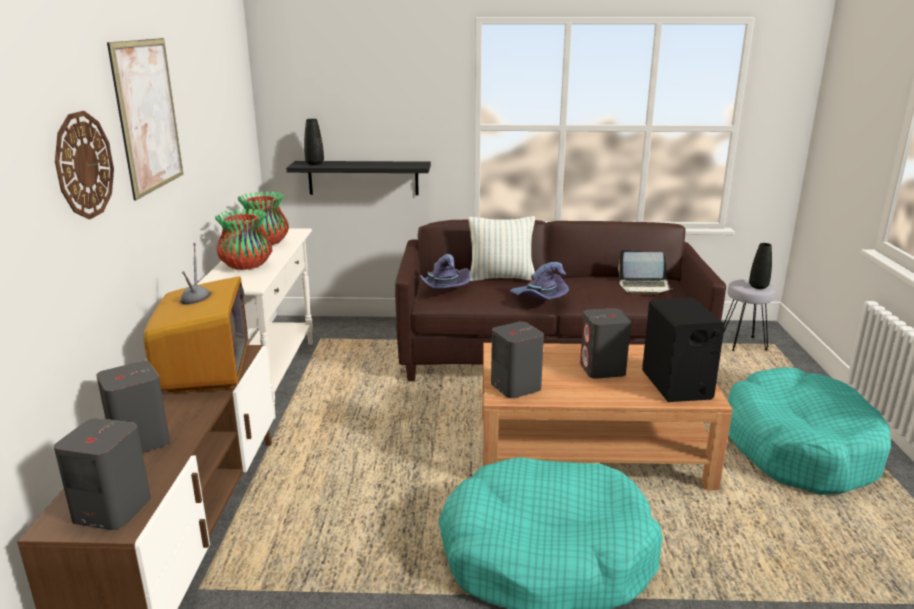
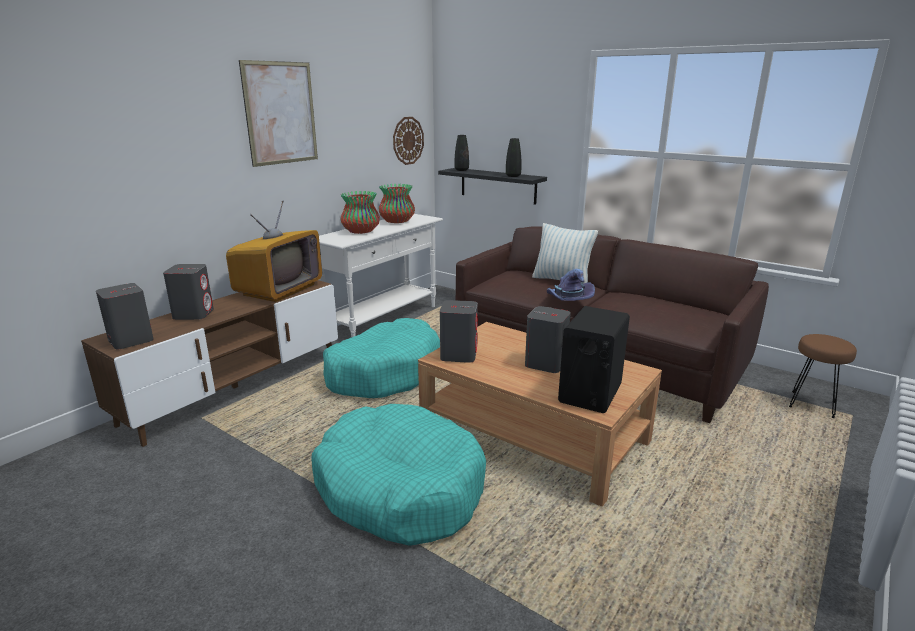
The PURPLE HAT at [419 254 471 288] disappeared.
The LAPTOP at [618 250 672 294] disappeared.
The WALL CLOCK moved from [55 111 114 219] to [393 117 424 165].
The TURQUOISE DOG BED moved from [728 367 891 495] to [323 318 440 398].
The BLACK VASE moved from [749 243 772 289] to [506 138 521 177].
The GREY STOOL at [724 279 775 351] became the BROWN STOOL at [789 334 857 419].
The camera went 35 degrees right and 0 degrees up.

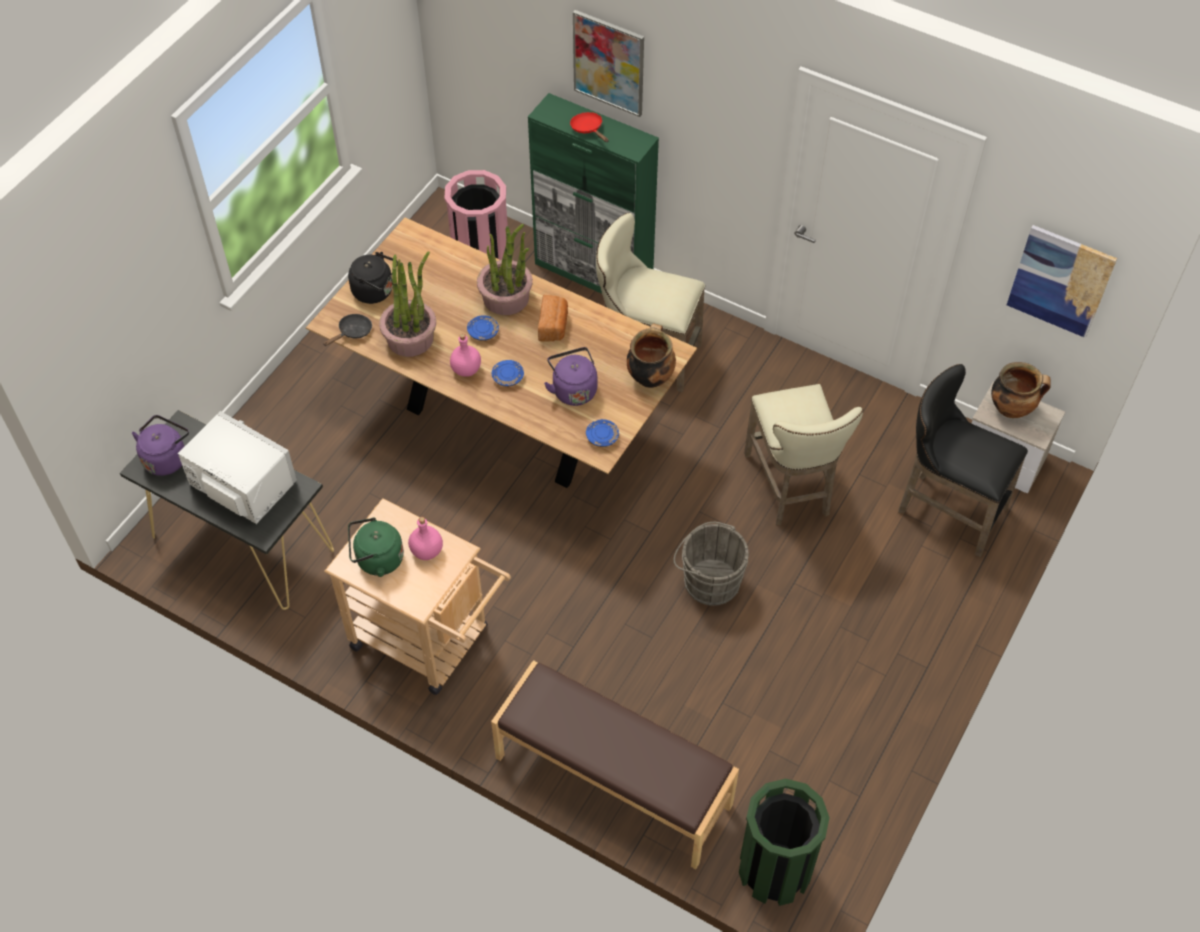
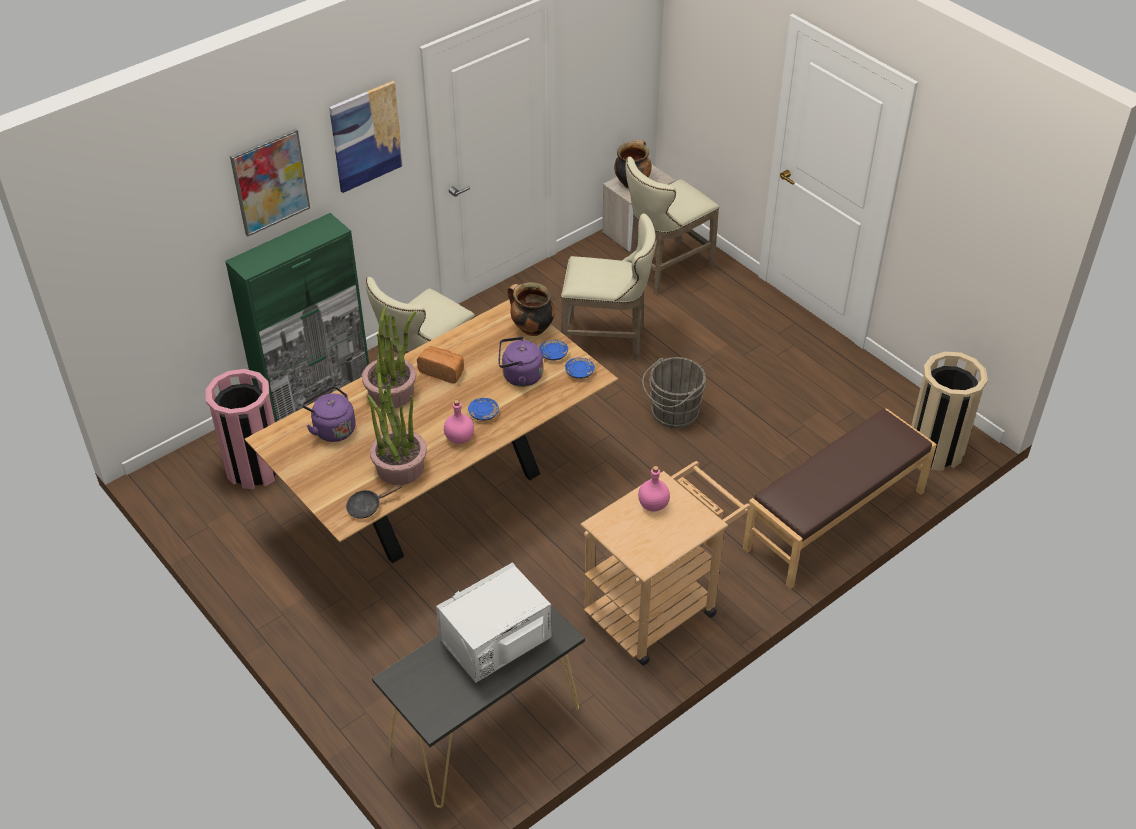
The BLACK KETTLE at [348 252 398 304] disappeared.
The GREEN KETTLE at [348 517 404 577] disappeared.
The RED FRYING PAN at [570 112 609 142] disappeared.
The PURPLE KETTLE moved from [132 415 189 476] to [302 386 356 442].
The BLUE PLATE moved from [467 316 499 341] to [539 340 568 361].
The PICTURE moved from [1007 225 1117 338] to [329 81 403 193].
The GREEN TRASH CAN at [739 778 830 906] became the BEIGE TRASH CAN at [911 352 988 471].
The BLACK STOOL at [898 364 1028 557] became the BEIGE STOOL at [626 157 719 295].
The BLACK FRYING PAN at [323 314 372 346] turned 90 degrees counterclockwise.
The camera went 70 degrees left and 10 degrees down.

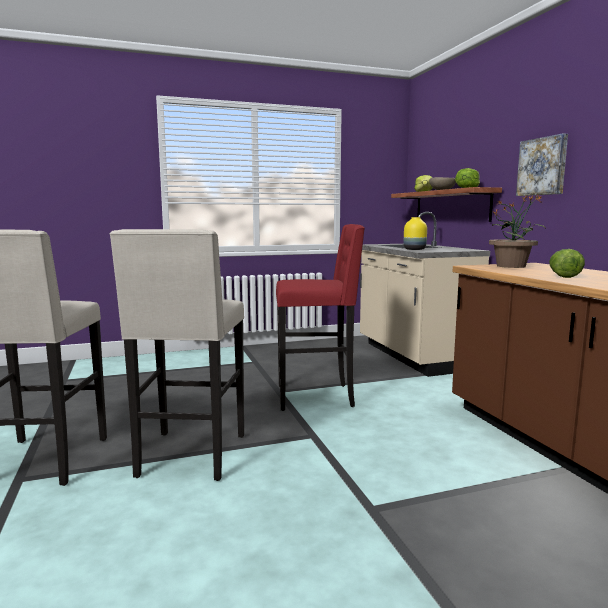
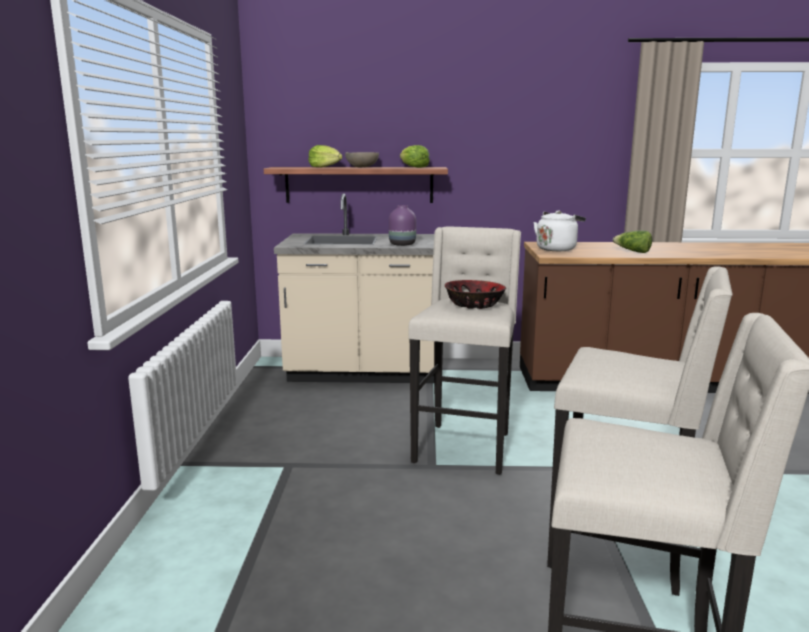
The PICTURE at [516 133 568 196] disappeared.
The BOWL at [445 280 506 309] appeared.
The POTTED PLANT at [489 194 547 268] was replaced by the WHITE KETTLE at [533 210 586 251].
The RED STOOL at [276 224 365 411] became the BEIGE STOOL at [408 226 521 475].
The YELLOW VASE at [404 217 427 250] became the PURPLE VASE at [389 205 416 246].
The camera went 70 degrees left and 5 degrees up.

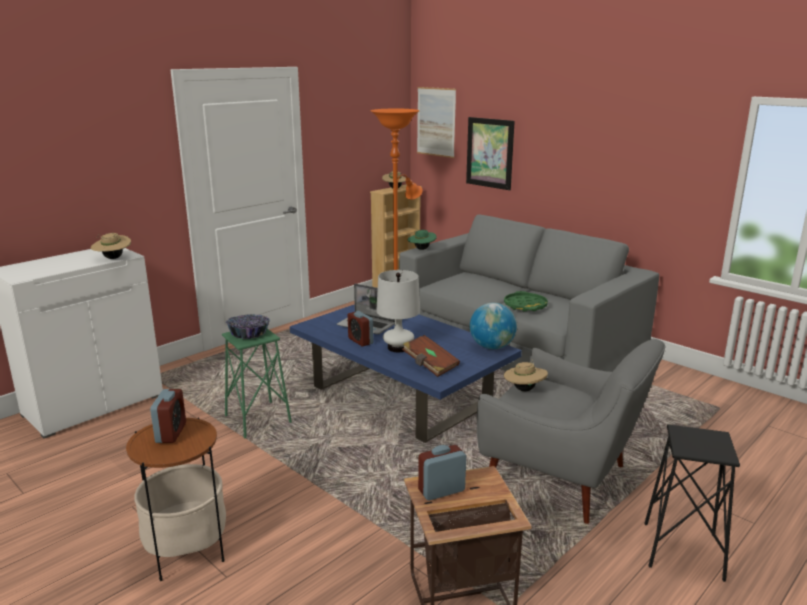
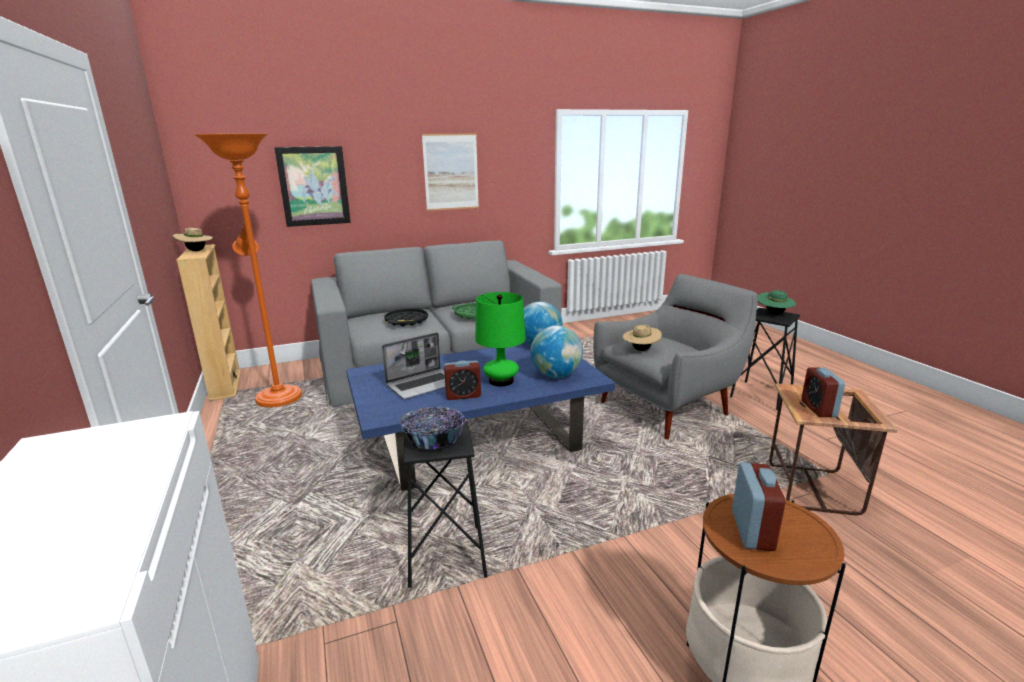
The BEIGE HAT at [91 233 131 259] disappeared.
The BLACK TRAY at [384 308 428 326] appeared.
The GREEN HAT moved from [408 229 437 250] to [758 290 796 315].
The PICTURE moved from [417 87 456 158] to [422 133 479 211].
The BROWN BOOK at [402 335 460 377] was replaced by the GLOBE at [530 326 583 378].
The GREEN STOOL at [222 329 292 438] became the BLACK STOOL at [404 421 488 588].
The WHITE TABLE LAMP at [376 270 420 352] became the GREEN TABLE LAMP at [475 292 526 386].
The ALARM CLOCK at [150 389 186 443] turned 75 degrees clockwise.
The camera went 65 degrees left and 0 degrees up.

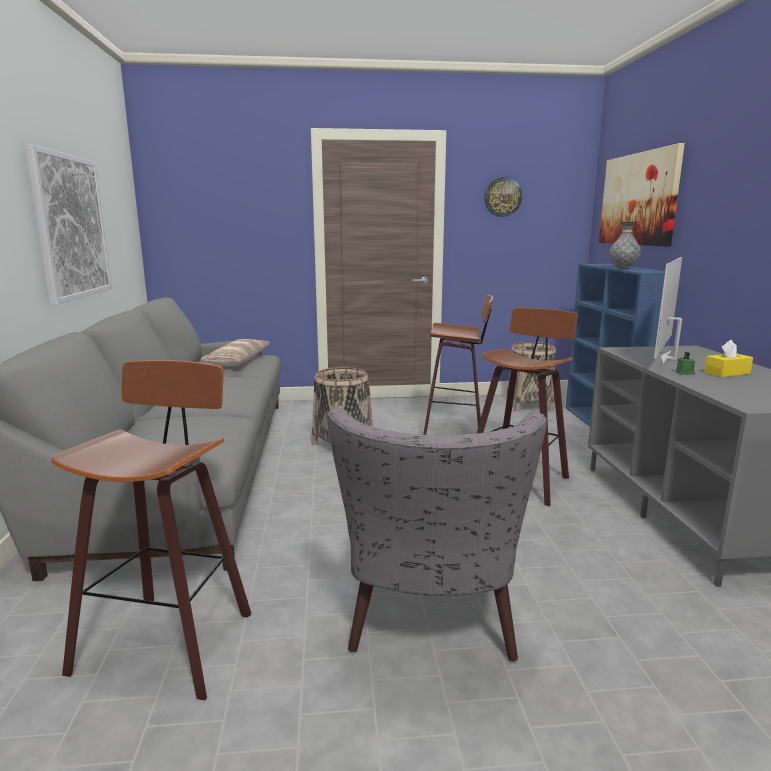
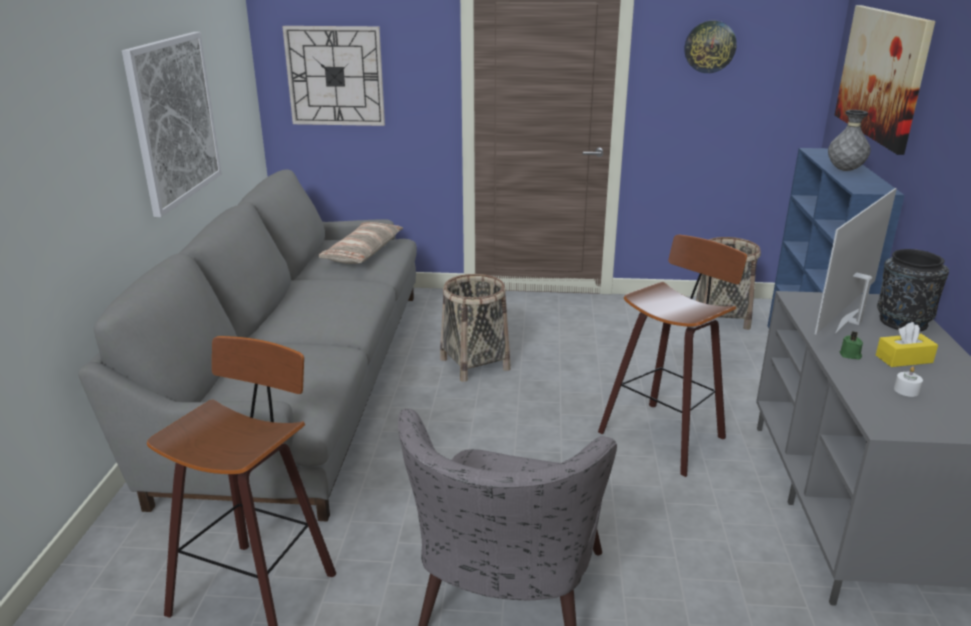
The STOOL at [423 295 493 435] disappeared.
The WALL CLOCK at [282 26 385 126] appeared.
The BLACK VASE at [877 249 949 332] appeared.
The WHITE CANDLE at [894 367 923 397] appeared.
The camera went 10 degrees right and 10 degrees up.

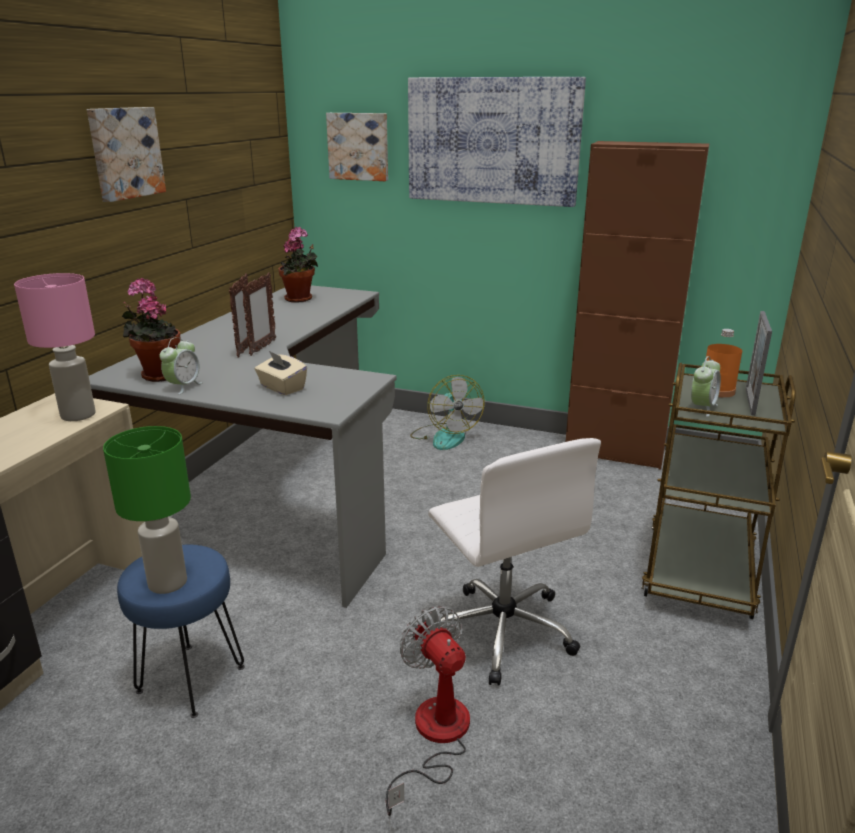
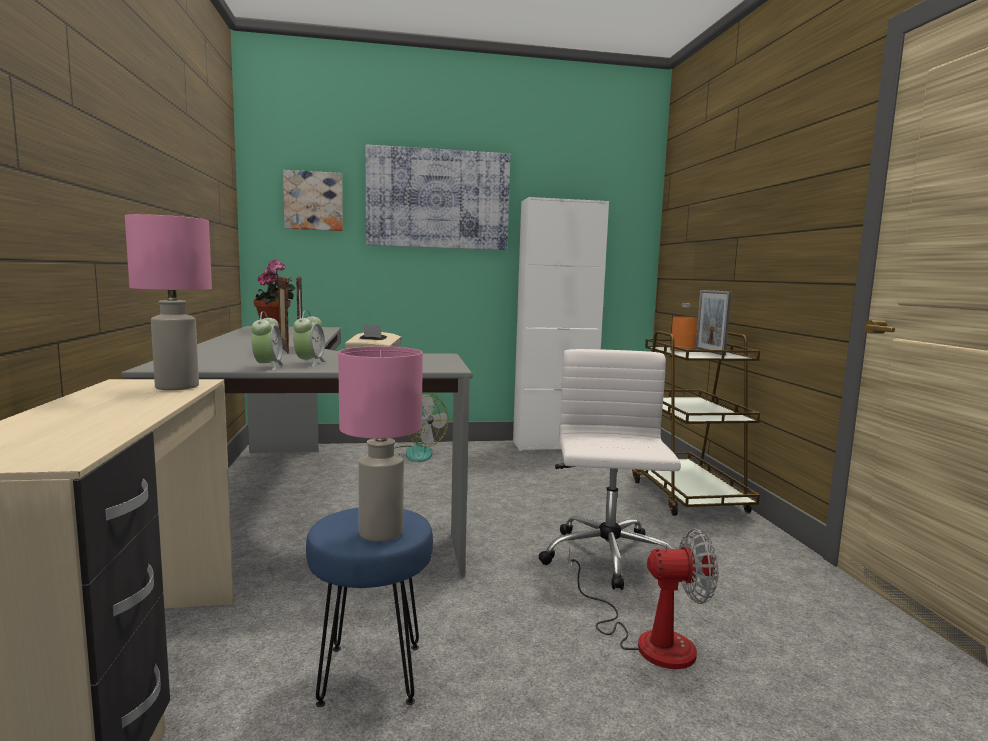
The PICTURE at [87 107 166 202] disappeared.
The POTTED PLANT at [122 278 181 382] disappeared.
The ALARM CLOCK moved from [691 356 721 417] to [293 310 326 366].
The GREEN TABLE LAMP at [103 426 191 594] became the PINK TABLE LAMP at [338 346 423 542].
The BROWN CABINET at [566 141 709 470] became the WHITE CABINET at [513 197 609 451].
The FAN at [386 606 470 817] turned 150 degrees clockwise.
The WHITE OFFICE CHAIR at [428 438 601 686] turned 120 degrees counterclockwise.
The camera went 30 degrees left and 15 degrees down.

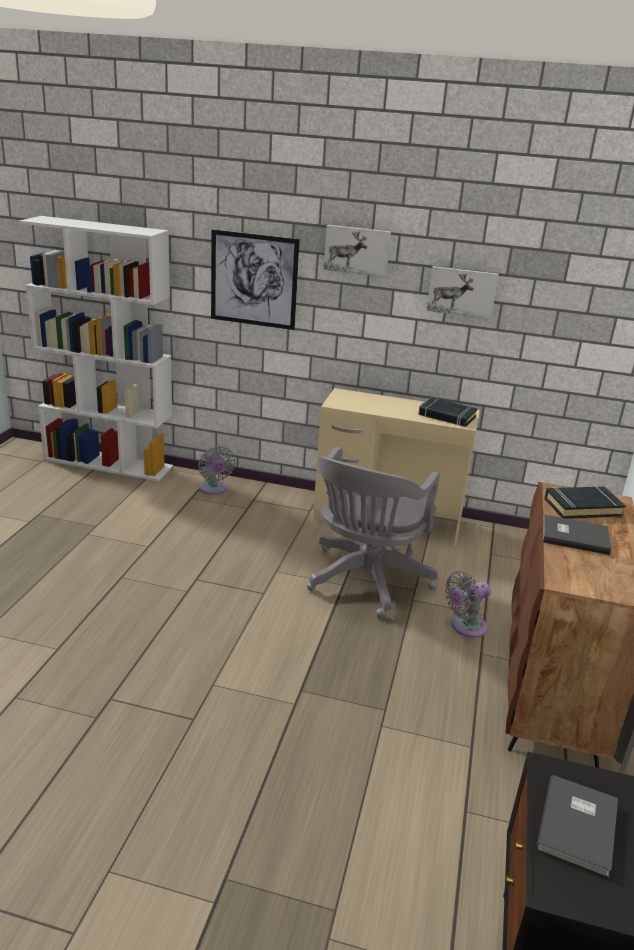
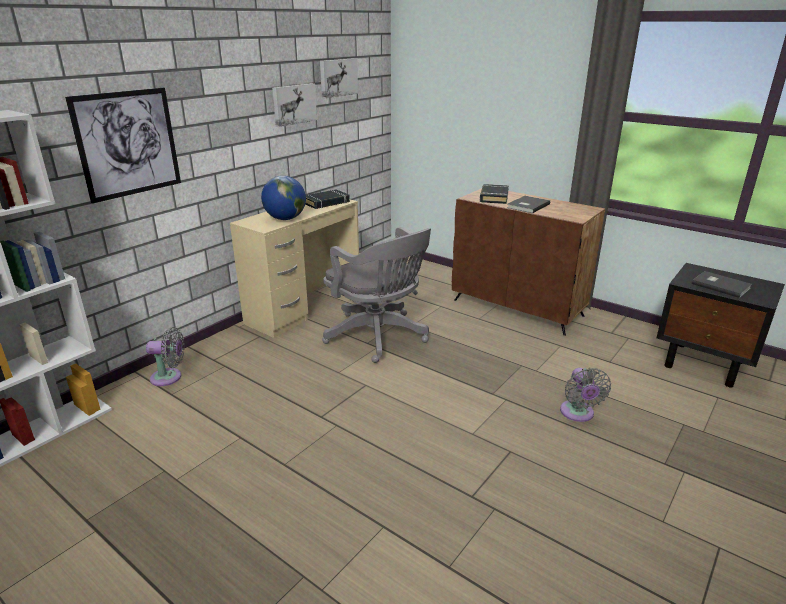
The GLOBE at [261 176 306 220] appeared.
The PICTURE moved from [324 225 391 277] to [320 58 358 98].
The GREY FAN moved from [445 571 491 638] to [560 368 611 422].
The camera went 65 degrees left and 0 degrees up.

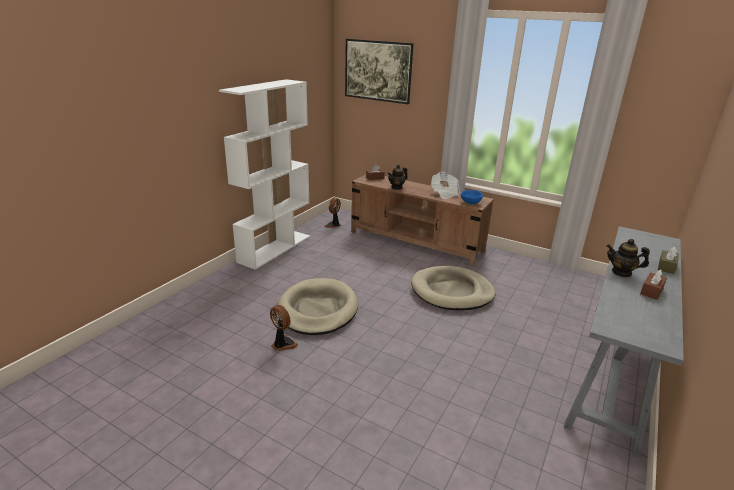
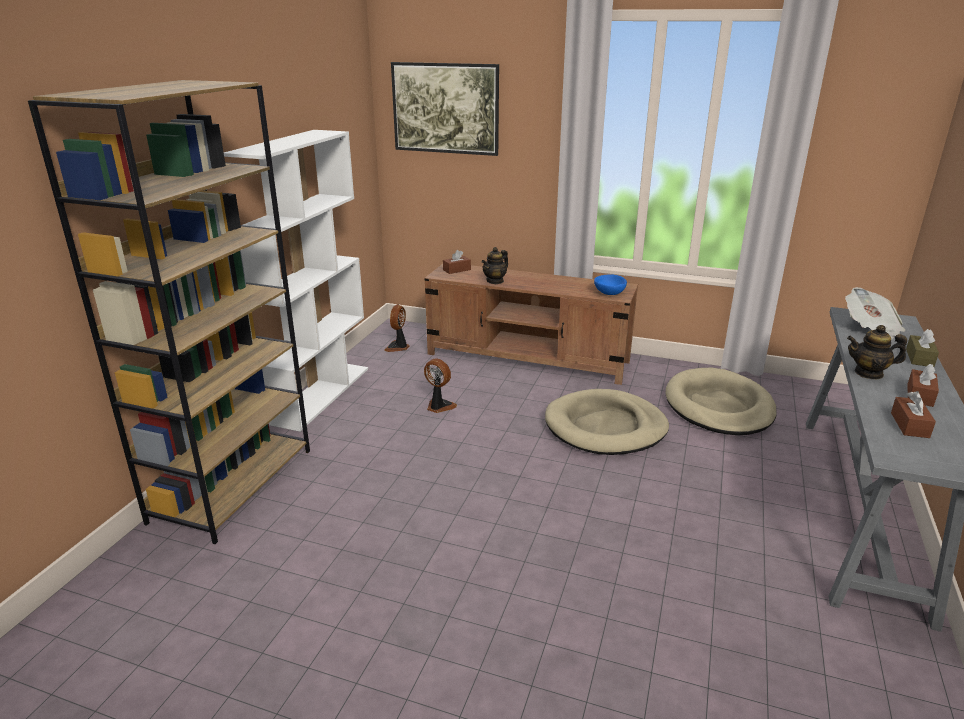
The BROWN BOOKCASE at [28 80 310 544] appeared.
The BROWN TISSUE BOX at [891 391 936 438] appeared.
The FAN moved from [270 305 298 351] to [424 358 457 413].
The BEIGE DOG BED moved from [278 278 358 335] to [666 368 776 435].
The NEWSPAPER moved from [431 172 459 199] to [845 287 905 340].
The camera went 10 degrees left and 0 degrees up.

